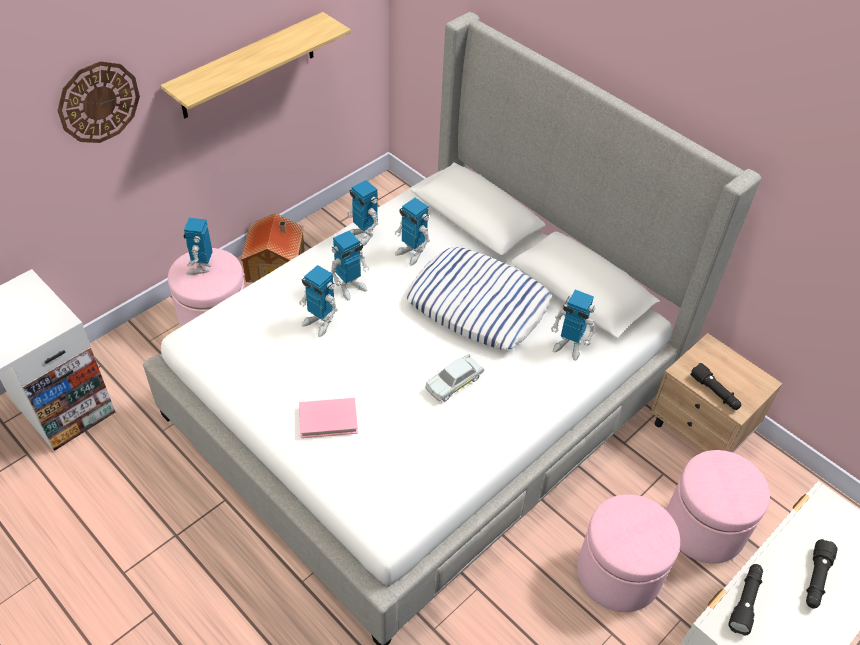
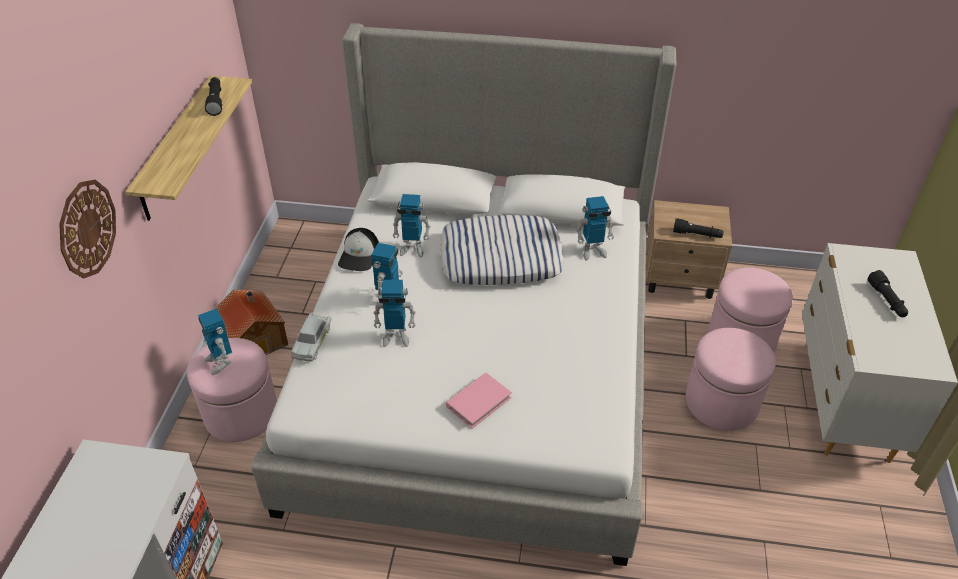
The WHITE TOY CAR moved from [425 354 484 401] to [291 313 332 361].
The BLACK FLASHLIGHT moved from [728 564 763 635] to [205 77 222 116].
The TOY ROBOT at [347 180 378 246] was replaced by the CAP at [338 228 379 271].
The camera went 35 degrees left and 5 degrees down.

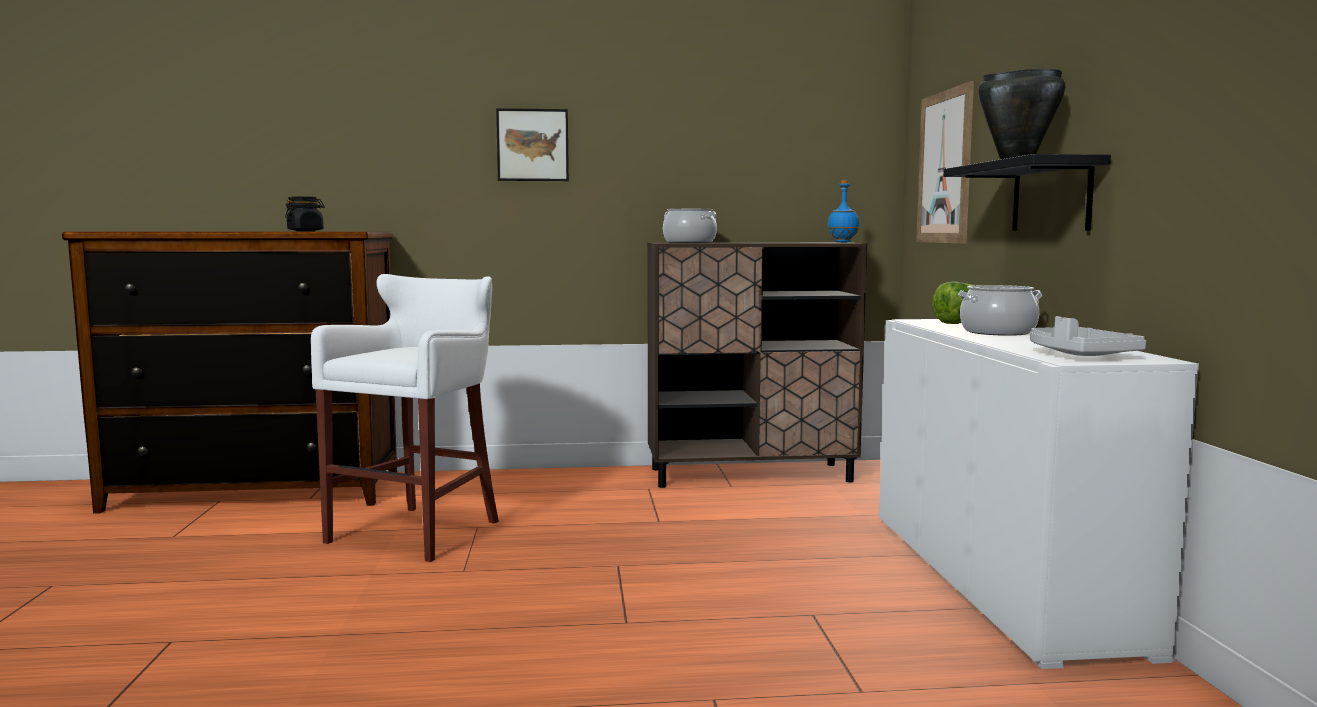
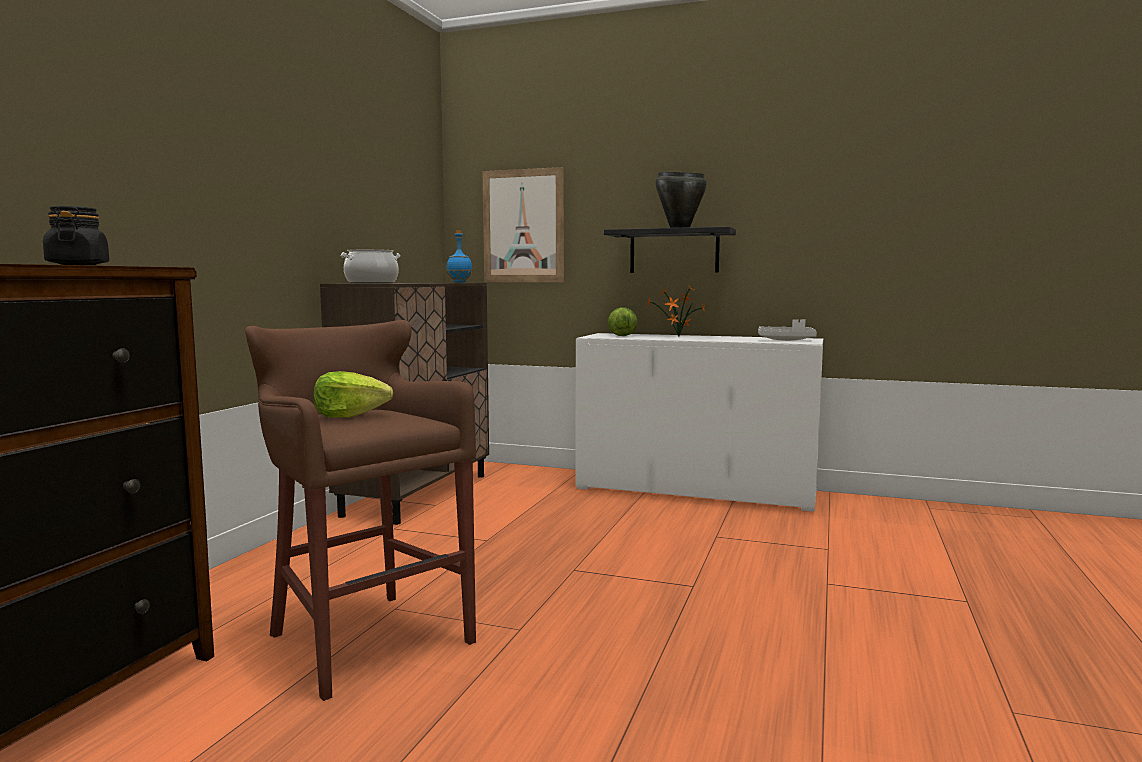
The PICTURE at [496 108 569 181] disappeared.
The LETTUCE at [313 371 393 418] appeared.
The COOKING POT at [958 285 1042 336] was replaced by the POTTED PLANT at [646 284 706 336].
The WHITE STOOL at [311 274 499 562] became the BROWN STOOL at [245 320 476 701].
The camera went 65 degrees left and 0 degrees up.

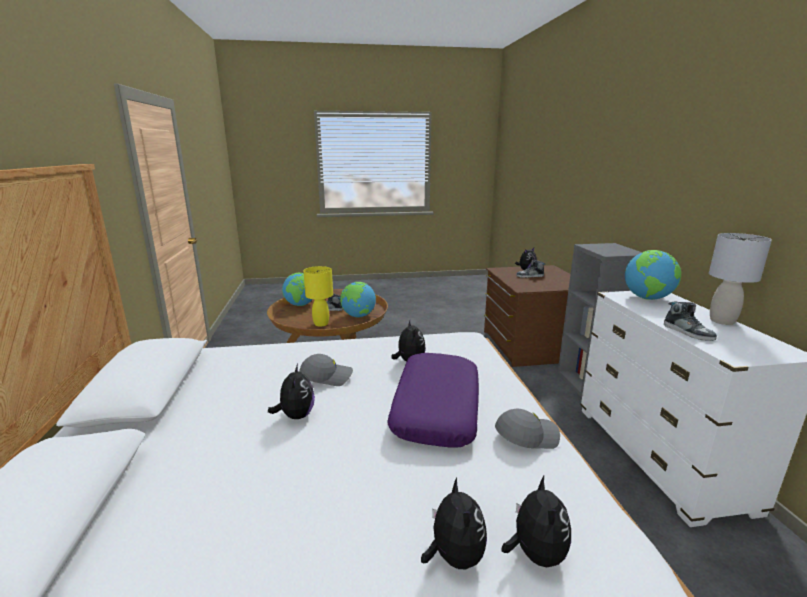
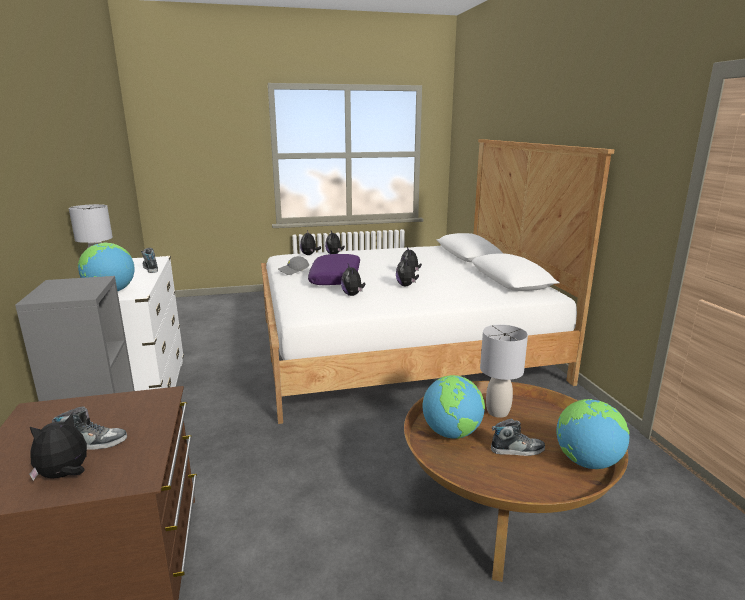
The GREY CAP at [299 354 353 386] was replaced by the PLUSH TOY at [396 256 419 286].
The YELLOW TABLE LAMP at [303 266 333 327] became the GREY TABLE LAMP at [480 324 528 418].
The camera went 175 degrees right and 0 degrees up.

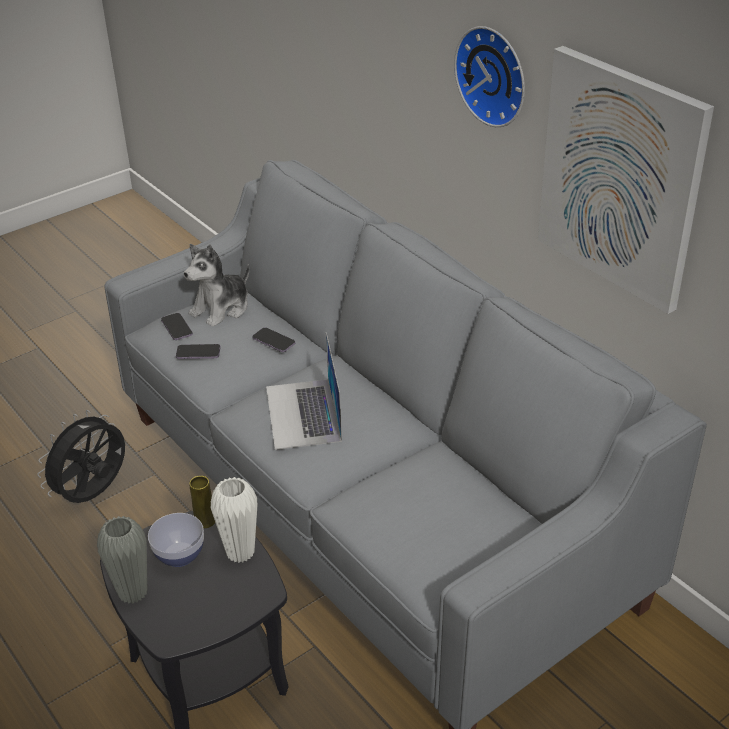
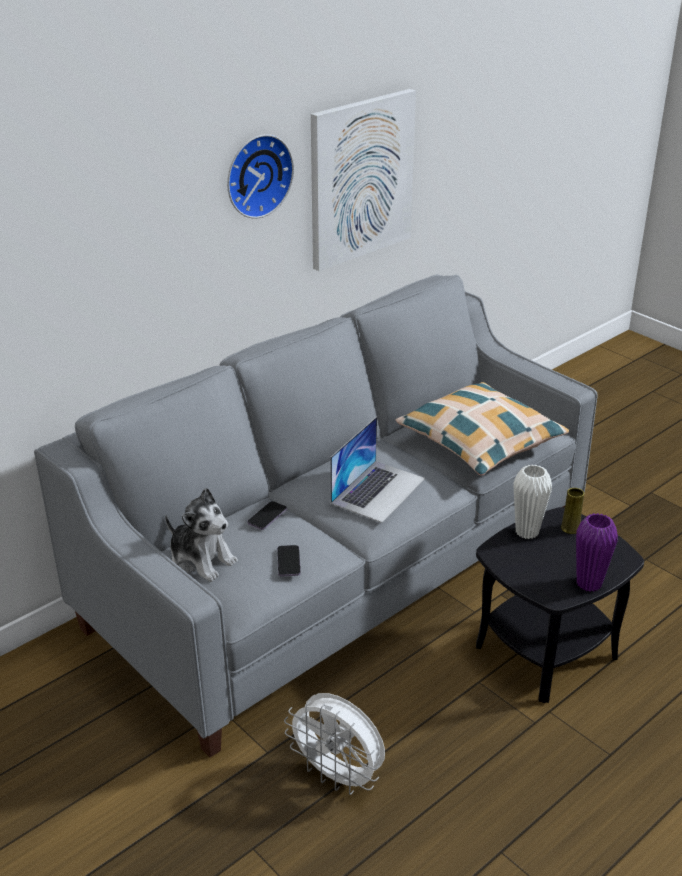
The BOWL at [148 513 204 567] disappeared.
The PHONE at [161 313 193 340] disappeared.
The PILLOW at [396 382 569 476] appeared.
The YELLOW VASE moved from [189 476 215 528] to [561 488 584 534].
The BLACK FAN at [37 410 125 503] became the WHITE FAN at [284 693 385 795].
The GREY VASE at [97 516 147 604] became the PURPLE VASE at [576 513 618 592].
The LAPTOP at [266 332 342 450] turned 45 degrees counterclockwise.
The camera went 95 degrees left and 5 degrees down.

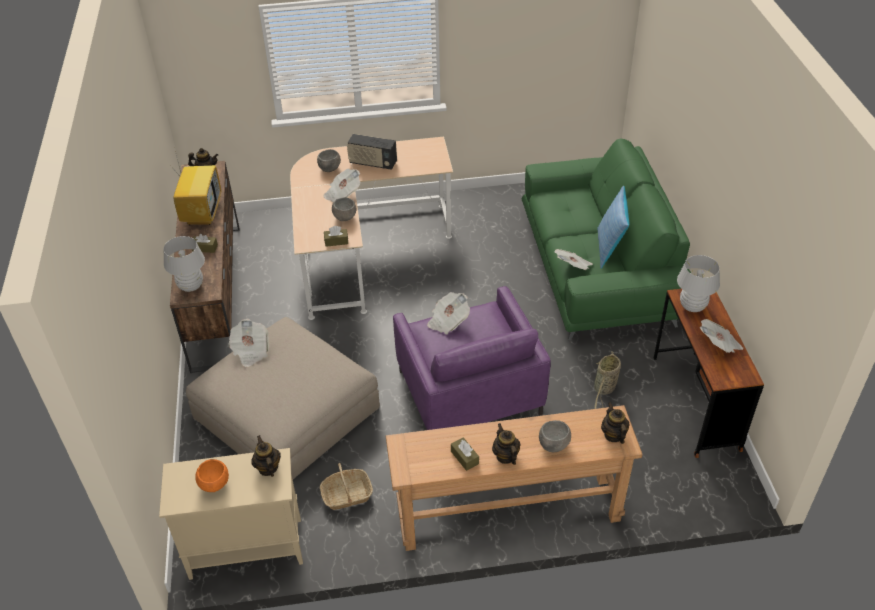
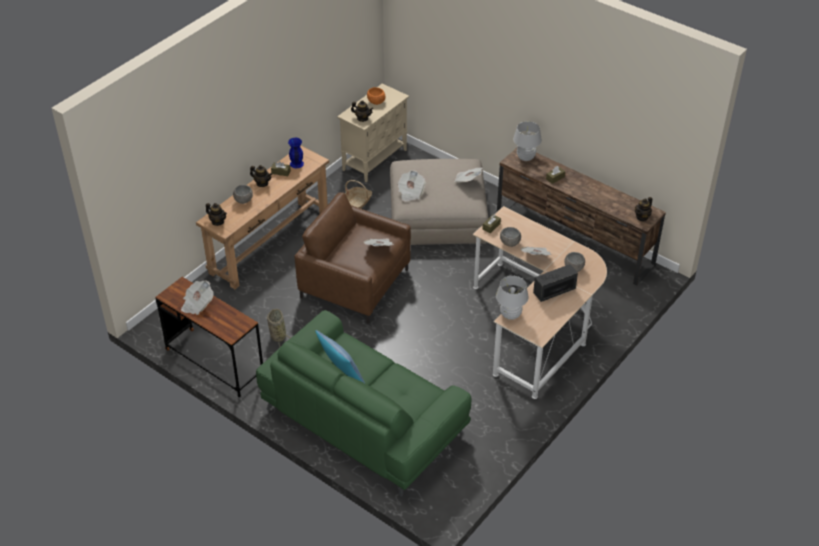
The TELEVISION at [173 147 221 225] disappeared.
The BLUE VASE at [288 138 304 168] appeared.
The NEWSPAPER moved from [554 249 593 270] to [397 170 426 202].
The WHITE TABLE LAMP moved from [677 255 720 312] to [496 276 529 320].
The PURPLE ARMCHAIR at [393 286 551 430] became the BROWN ARMCHAIR at [294 192 411 324].
The camera went 135 degrees right and 0 degrees up.

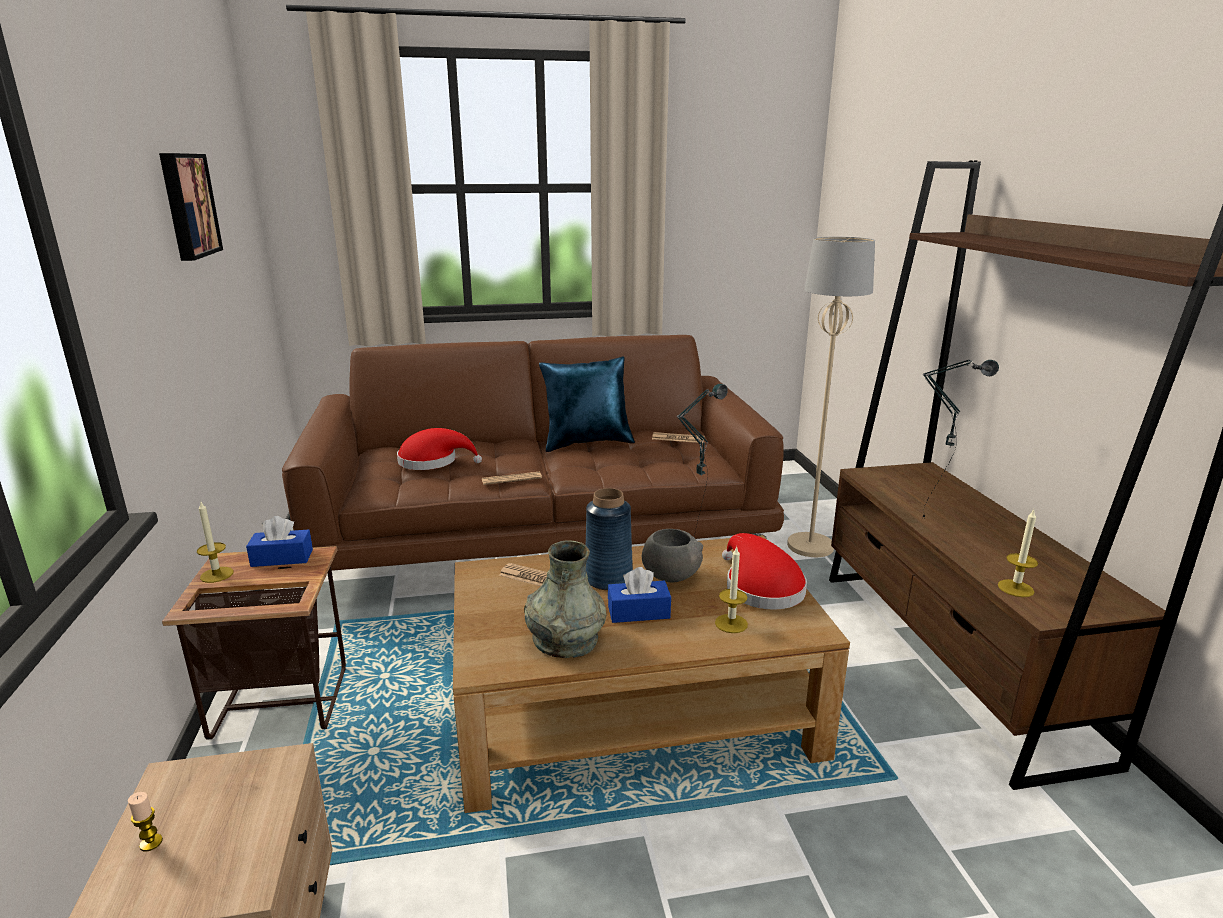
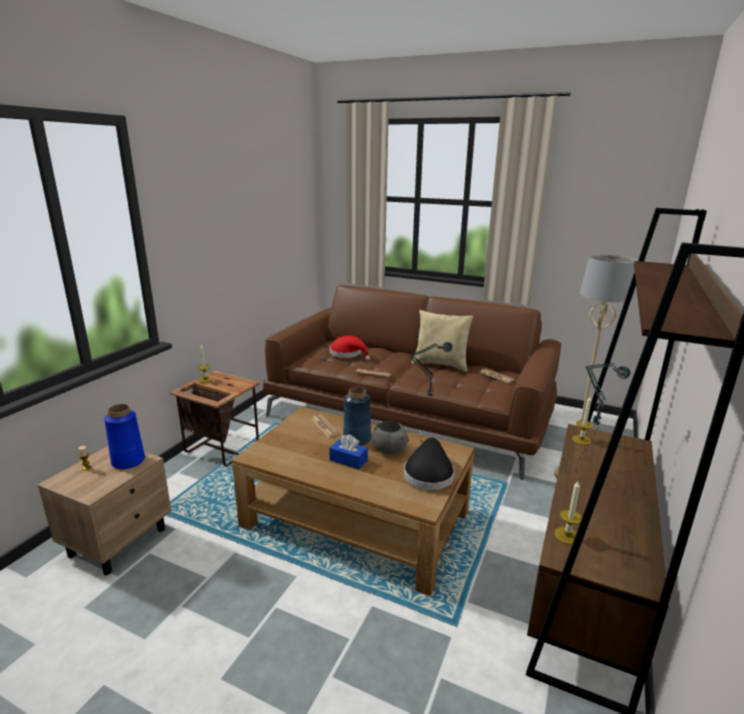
The PICTURE at [159 153 223 261] disappeared.
The BLUE TISSUE BOX at [246 516 313 567] disappeared.
The GREY VASE at [524 540 607 658] disappeared.
The BLUE VASE at [104 404 145 469] appeared.
The CANDLE moved from [715 546 748 633] to [572 397 593 445].
The BLUE PILLOW at [539 356 635 452] became the BEIGE PILLOW at [411 310 474 372].
The RED HAT at [722 533 807 610] became the BLACK HAT at [404 438 454 490].
The camera went 35 degrees right and 0 degrees up.

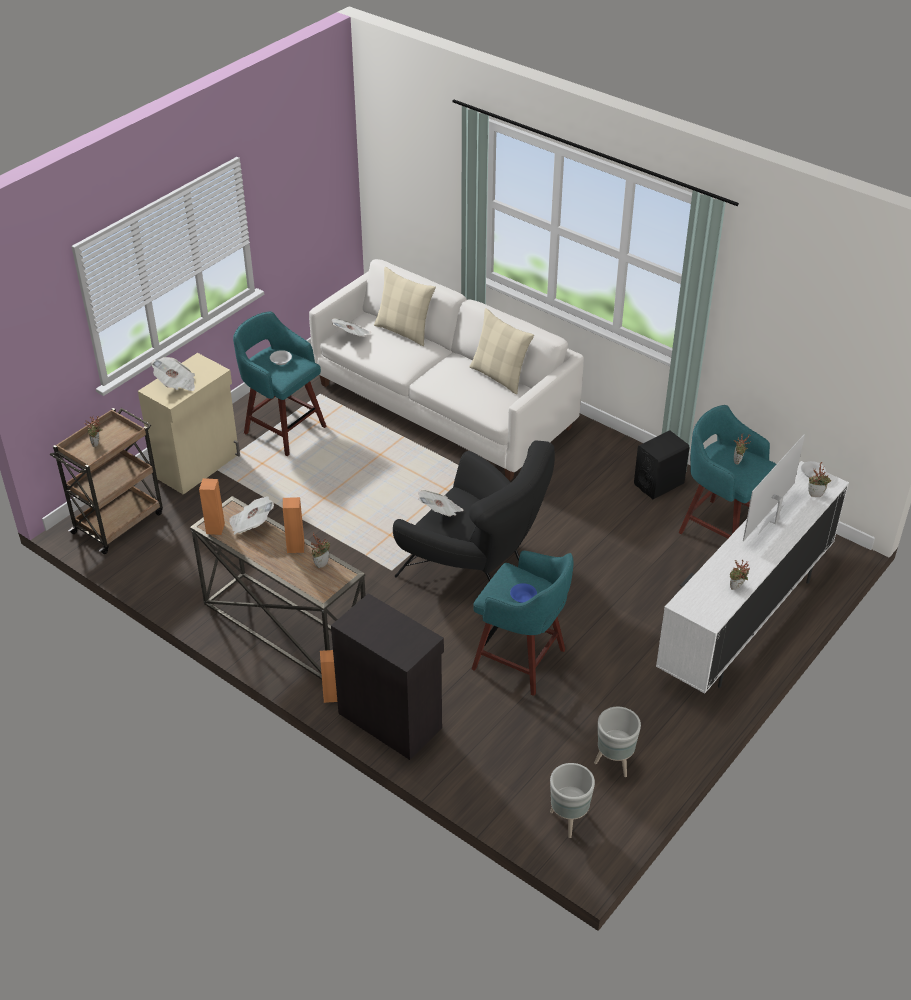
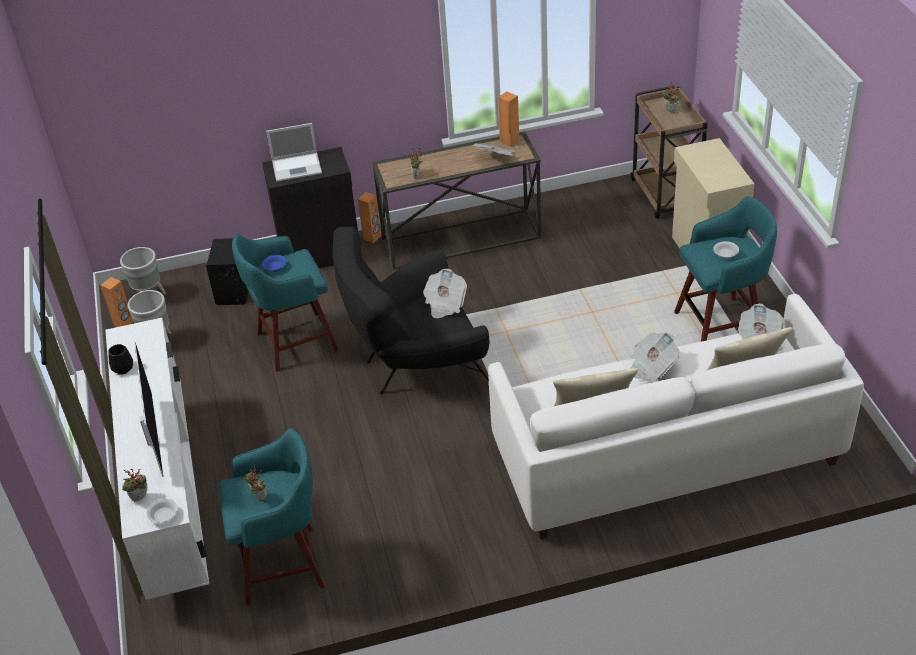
The LAPTOP at [266 123 322 182] appeared.
The NEWSPAPER moved from [151 357 195 391] to [630 332 679 382].
The ORANGE SPEAKER moved from [283 497 304 553] to [100 277 134 327].
The BLACK SPEAKER moved from [634 430 689 499] to [206 238 248 305].
The POTTED PLANT at [730 560 750 590] was replaced by the BLACK VASE at [108 344 133 375].
The camera went 130 degrees right and 0 degrees up.

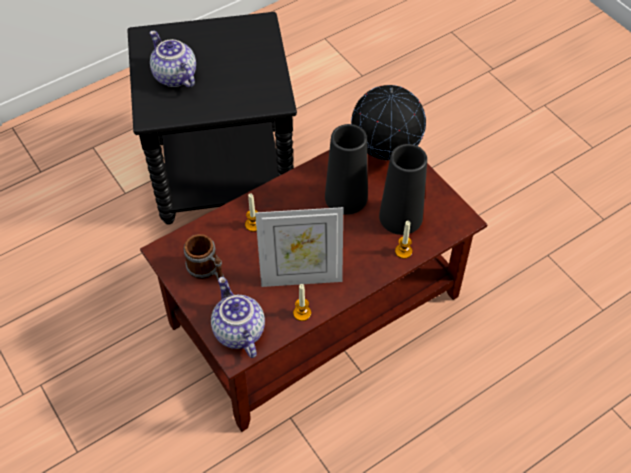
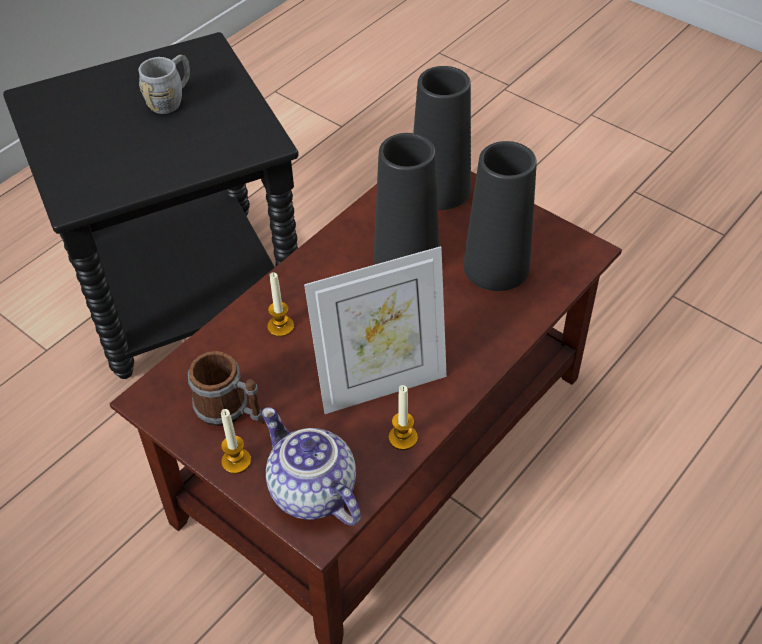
The TEAPOT at [150 31 196 88] disappeared.
The GREY MUG at [139 54 190 114] appeared.
The CANDLE moved from [395 221 412 259] to [221 409 251 474].
The GLOBE at [351 85 426 160] was replaced by the BLACK VASE at [413 66 471 210].
The camera went 15 degrees left and 5 degrees down.

